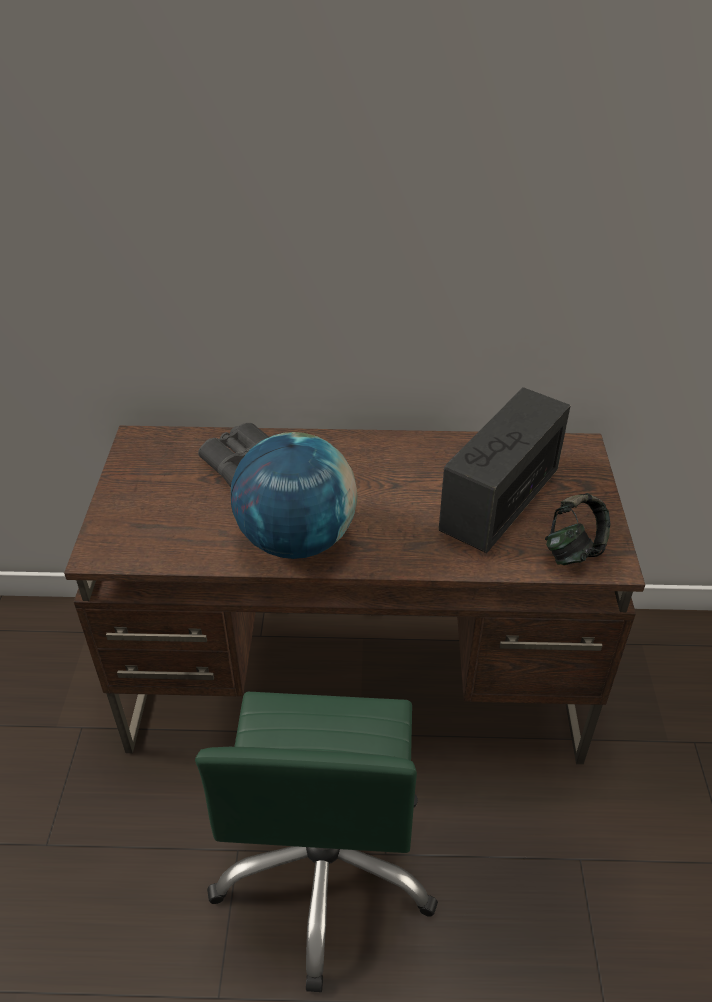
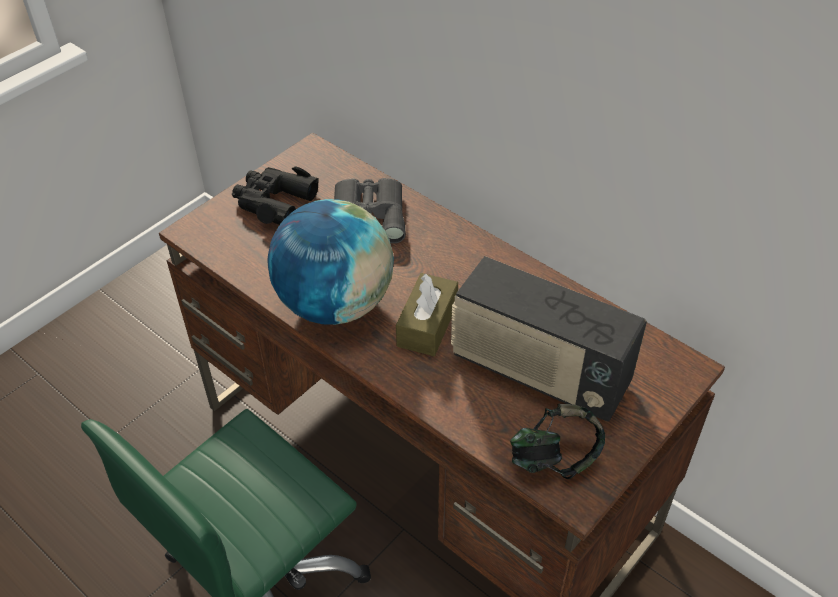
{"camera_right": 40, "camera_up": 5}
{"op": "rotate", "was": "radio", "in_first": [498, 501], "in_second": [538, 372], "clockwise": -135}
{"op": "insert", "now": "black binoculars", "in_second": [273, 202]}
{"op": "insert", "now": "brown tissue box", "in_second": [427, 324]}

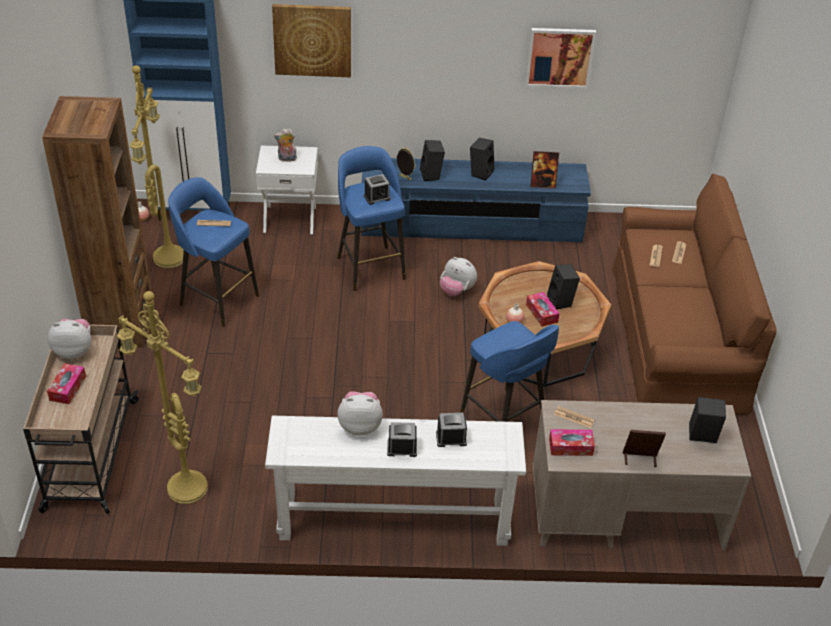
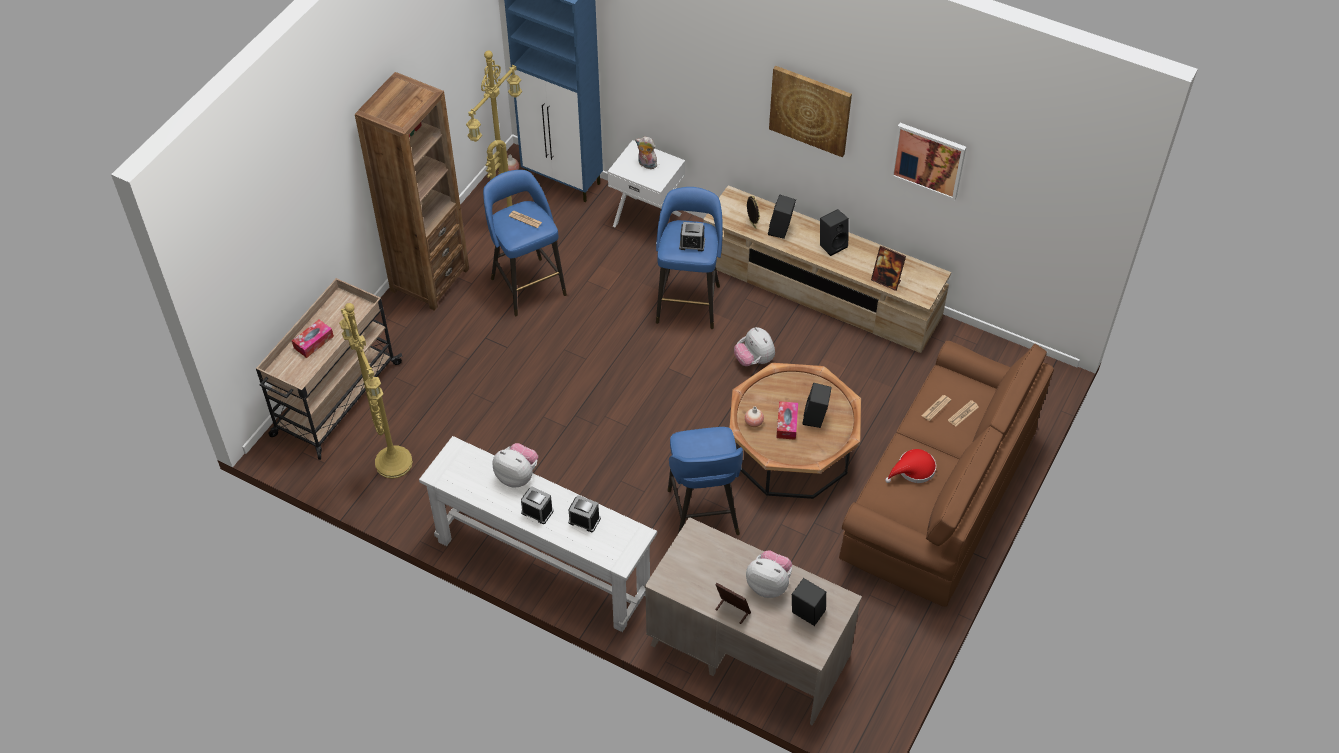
{"camera_right": 30, "camera_up": 10}
{"op": "move", "was": "plush toy", "in_first": [74, 351], "in_second": [769, 584]}
{"op": "move", "was": "picture", "in_first": [312, 40], "in_second": [810, 110]}
{"op": "recolor", "was": "blue tv stand", "now": "beige tv stand", "in_first": [471, 225], "in_second": [820, 291]}
{"op": "delete", "was": "tissue box", "in_first": [570, 447]}
{"op": "delete", "was": "newspaper", "in_first": [574, 417]}
{"op": "insert", "now": "red hat", "in_second": [913, 470]}

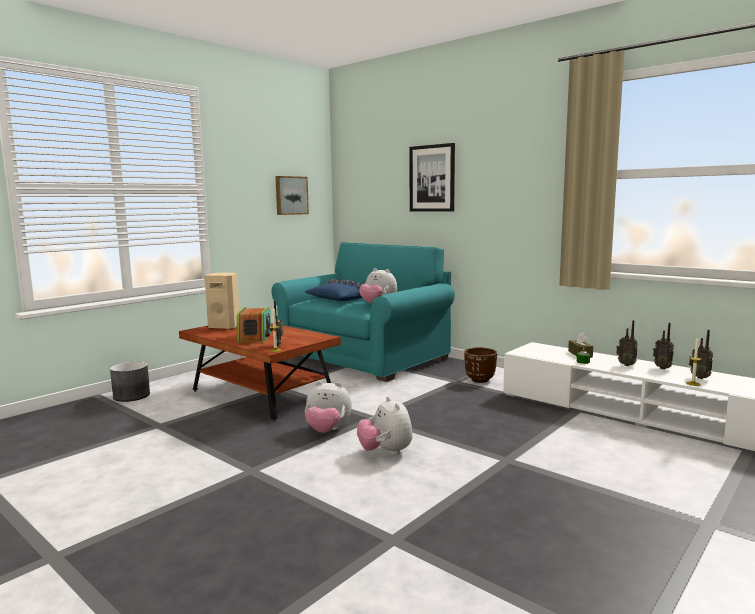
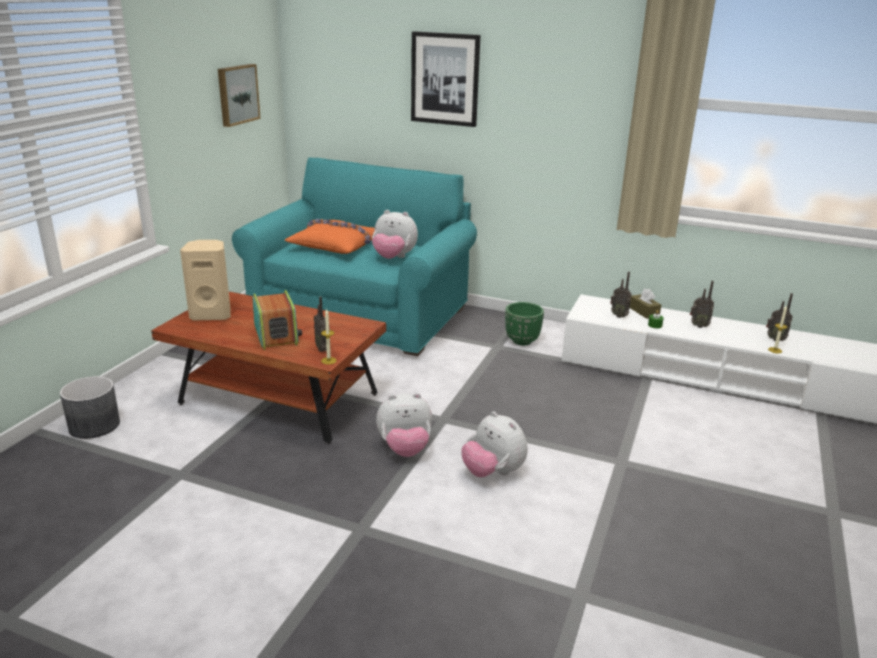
{"camera_right": -20, "camera_up": 15}
{"op": "recolor", "was": "blue pillow", "now": "orange pillow", "in_first": [343, 298], "in_second": [337, 245]}
{"op": "recolor", "was": "brown planter", "now": "green planter", "in_first": [479, 380], "in_second": [521, 341]}
{"op": "move", "was": "radio", "in_first": [662, 368], "in_second": [619, 316]}

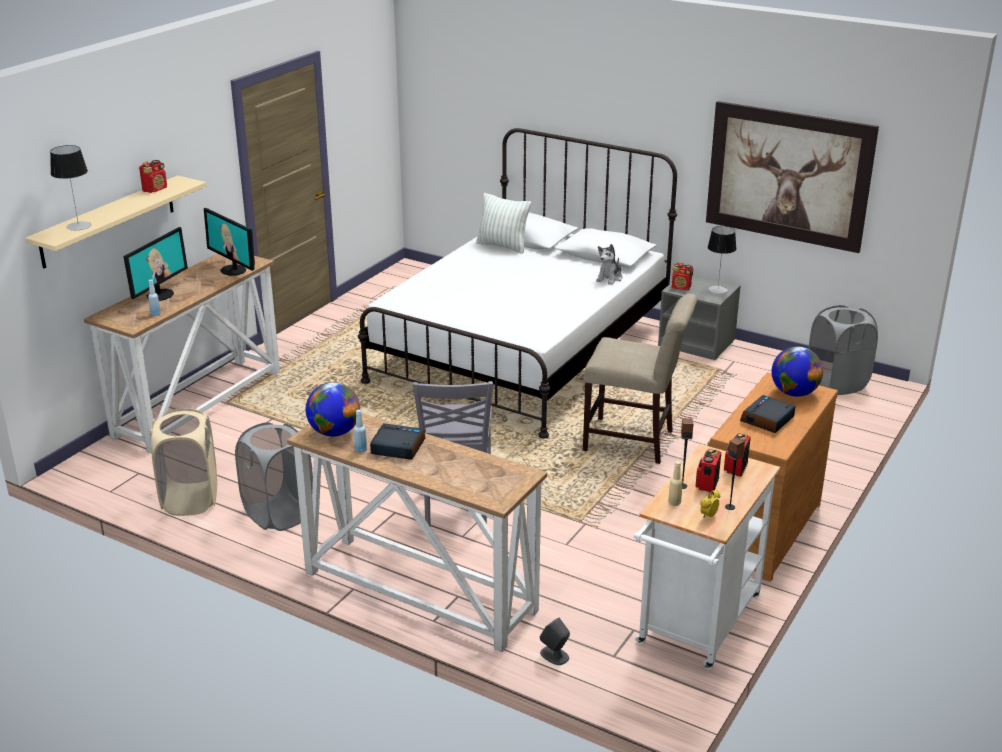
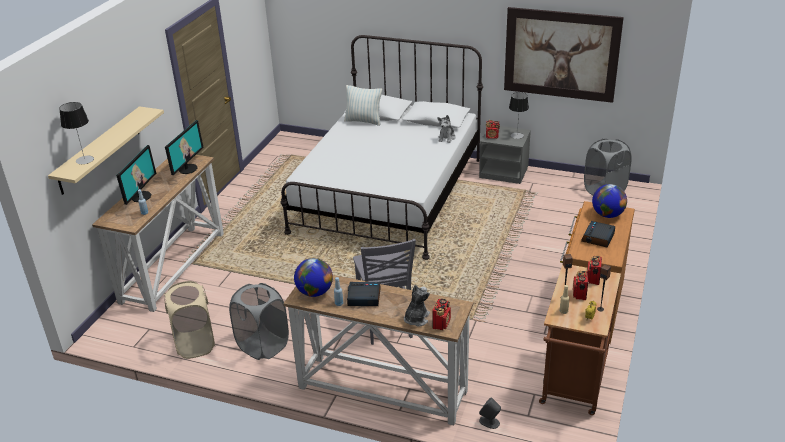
{"camera_right": -10, "camera_up": 5}
{"op": "move", "was": "radio", "in_first": [155, 189], "in_second": [441, 323]}
{"op": "rotate", "was": "monitor", "in_first": [234, 270], "in_second": [187, 169], "clockwise": -105}
{"op": "delete", "was": "beige chair", "in_first": [634, 442]}
{"op": "recolor", "was": "white cart", "now": "brown cart", "in_first": [696, 626], "in_second": [573, 384]}
{"op": "insert", "now": "plush toy", "in_second": [416, 319]}

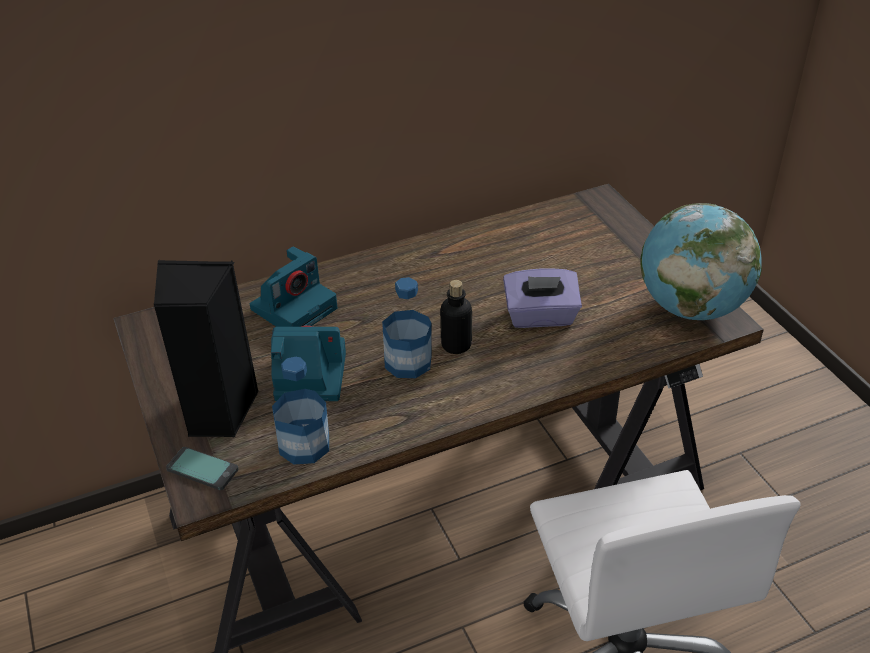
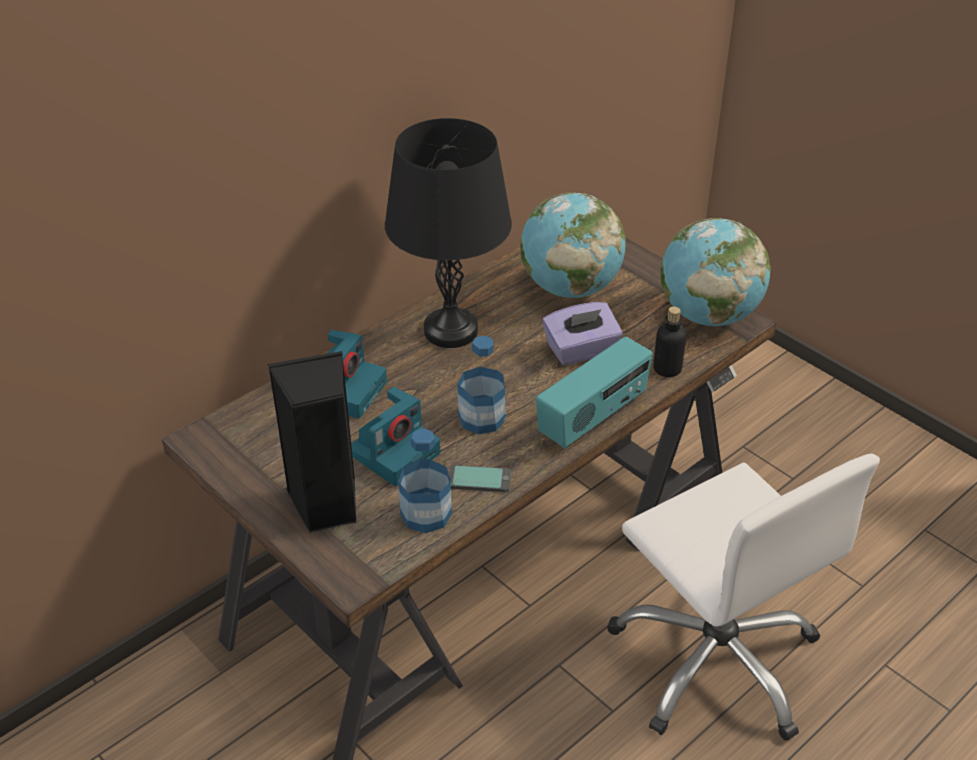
{"camera_right": -20, "camera_up": 0}
{"op": "move", "was": "phone", "in_first": [203, 469], "in_second": [479, 479]}
{"op": "rotate", "was": "photo camera", "in_first": [308, 376], "in_second": [394, 451], "clockwise": 150}
{"op": "move", "was": "bottle", "in_first": [456, 345], "in_second": [667, 369]}
{"op": "insert", "now": "black table lamp", "in_second": [450, 331]}
{"op": "insert", "now": "globe", "in_second": [570, 288]}
{"op": "insert", "now": "radio", "in_second": [593, 418]}

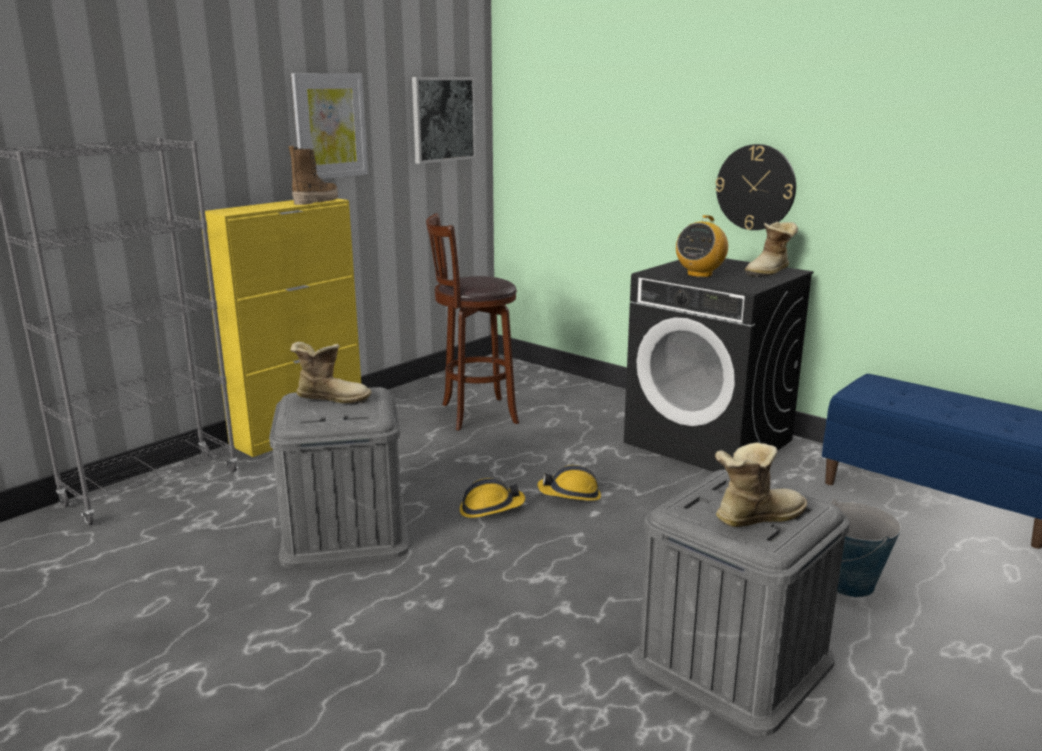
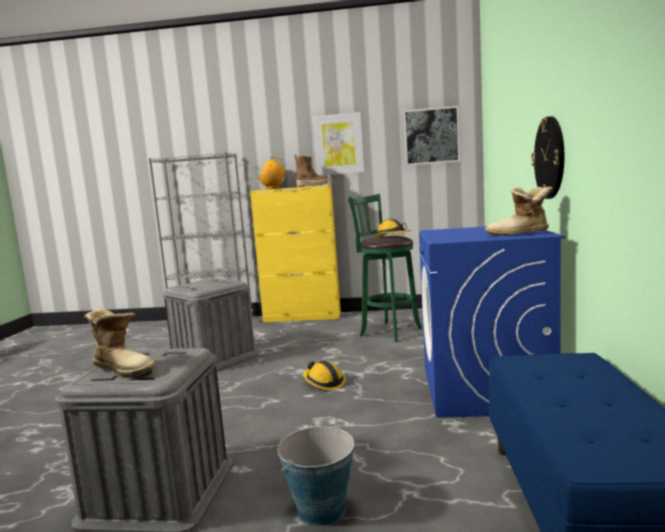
{"camera_right": 55, "camera_up": -10}
{"op": "delete", "was": "boot", "in_first": [332, 398]}
{"op": "recolor", "was": "brown stool", "now": "green stool", "in_first": [474, 414], "in_second": [388, 331]}
{"op": "move", "was": "hard hat", "in_first": [490, 508], "in_second": [392, 237]}
{"op": "recolor", "was": "black washing machine", "now": "blue washing machine", "in_first": [709, 441], "in_second": [485, 390]}
{"op": "move", "was": "radio", "in_first": [699, 274], "in_second": [273, 188]}

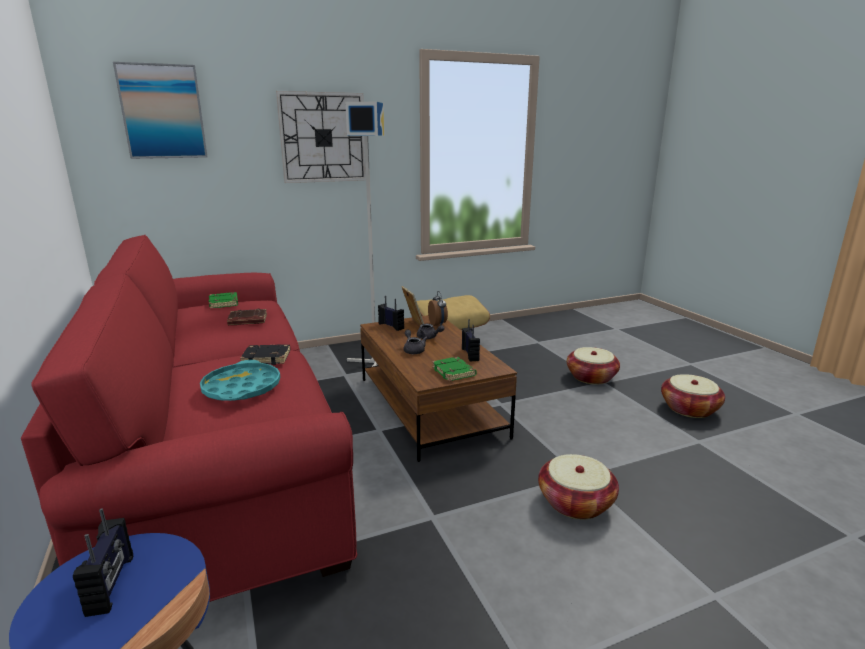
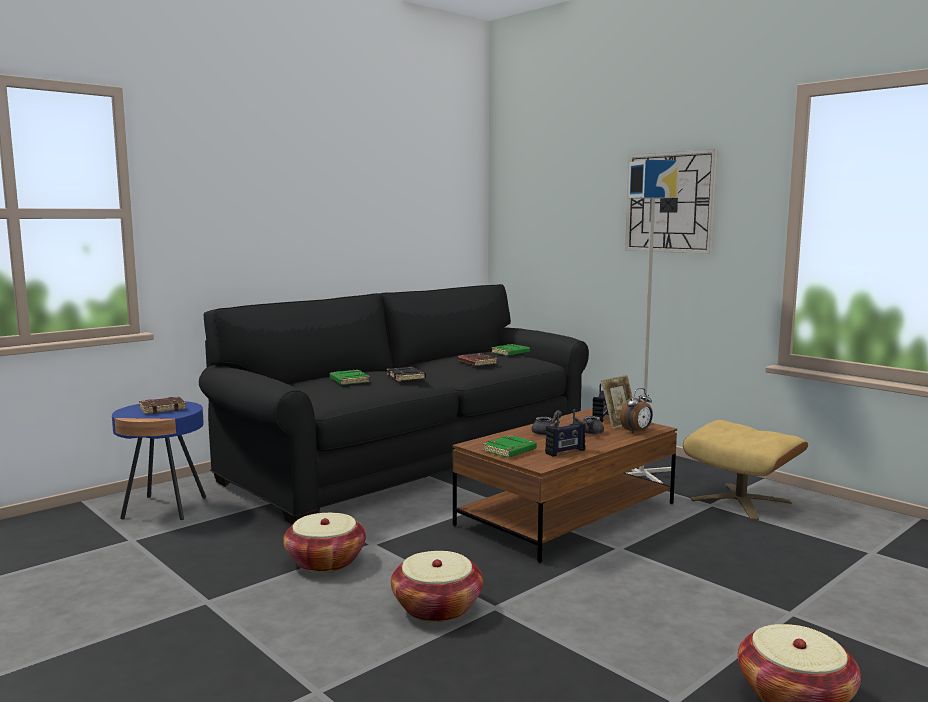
{"camera_right": 70, "camera_up": -10}
{"op": "recolor", "was": "red sofa", "now": "black sofa", "in_first": [221, 451], "in_second": [411, 460]}
{"op": "replace", "was": "radio", "now": "brown book", "in_first": [112, 584], "in_second": [163, 409]}
{"op": "delete", "was": "picture", "in_first": [162, 112]}
{"op": "replace", "was": "turquoise tray", "now": "green book", "in_first": [241, 388], "in_second": [348, 381]}
{"op": "move", "was": "basket", "in_first": [591, 377], "in_second": [325, 561]}

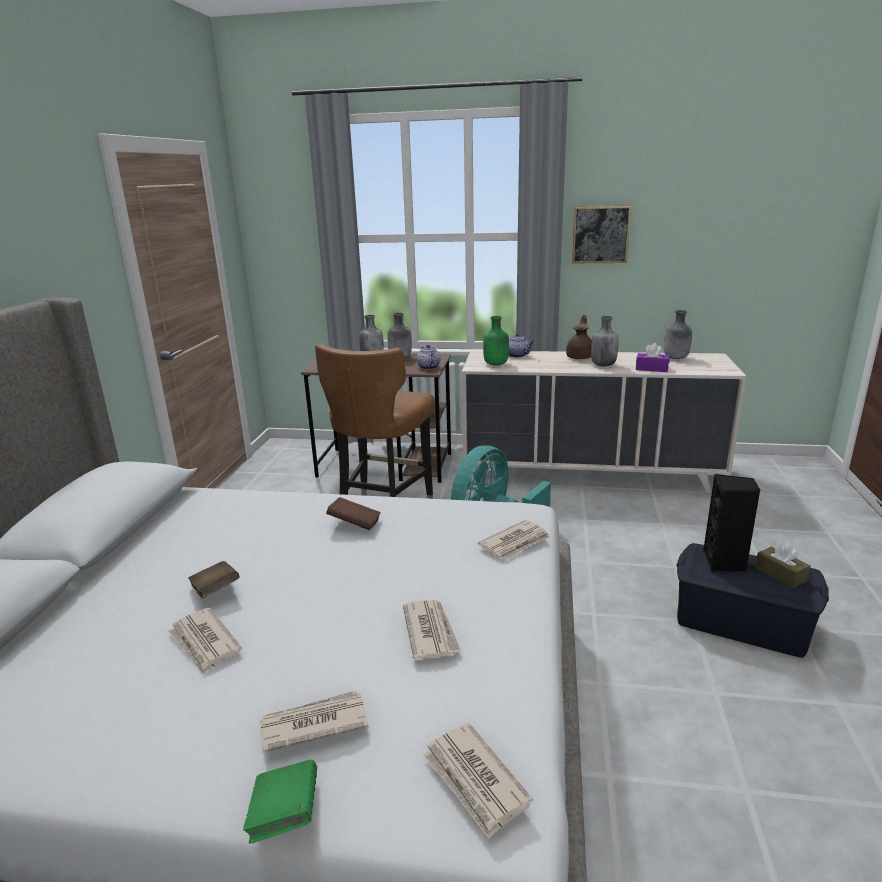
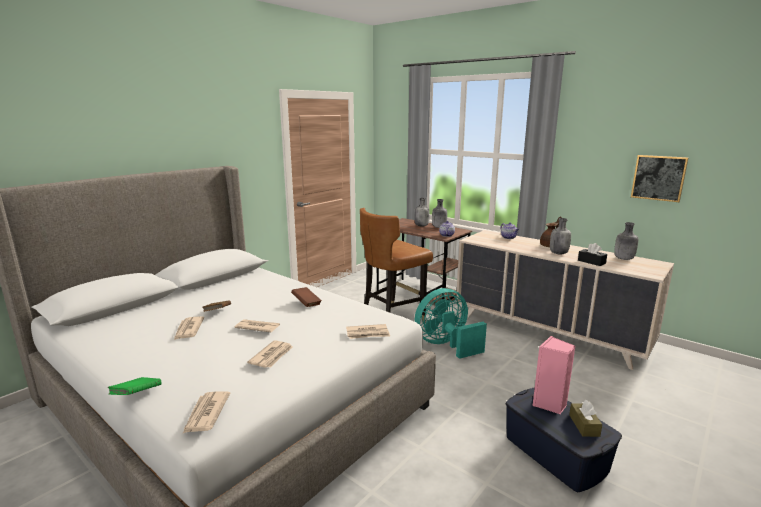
{"camera_right": 30, "camera_up": -5}
{"op": "move", "was": "newspaper", "in_first": [313, 724], "in_second": [257, 327]}
{"op": "delete", "was": "green bottle", "in_first": [496, 364]}
{"op": "move", "was": "picture", "in_first": [600, 234], "in_second": [658, 178]}
{"op": "recolor", "was": "purple tissue box", "now": "black tissue box", "in_first": [651, 369], "in_second": [591, 262]}
{"op": "recolor", "was": "black speaker", "now": "pink speaker", "in_first": [724, 563], "in_second": [550, 404]}

